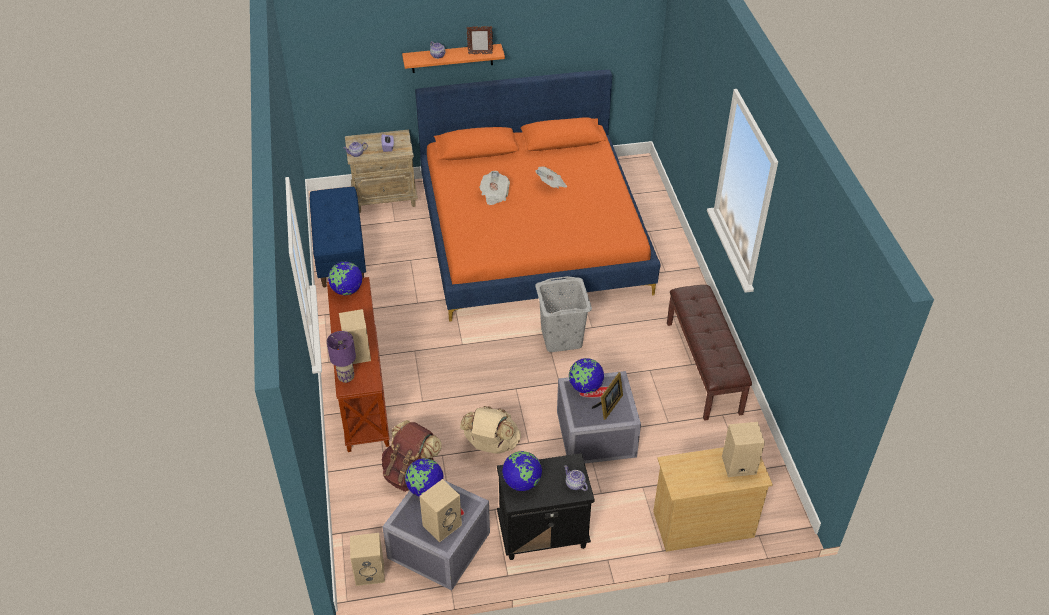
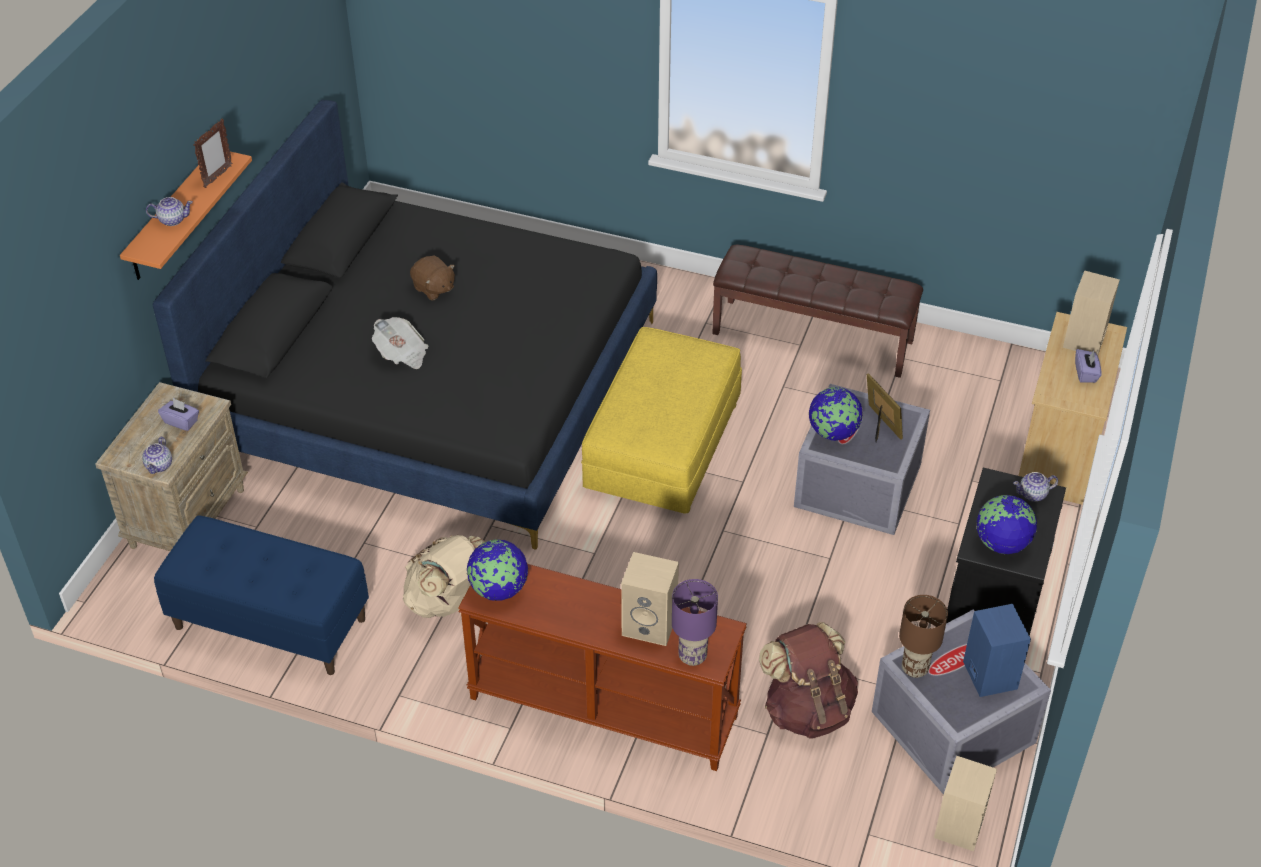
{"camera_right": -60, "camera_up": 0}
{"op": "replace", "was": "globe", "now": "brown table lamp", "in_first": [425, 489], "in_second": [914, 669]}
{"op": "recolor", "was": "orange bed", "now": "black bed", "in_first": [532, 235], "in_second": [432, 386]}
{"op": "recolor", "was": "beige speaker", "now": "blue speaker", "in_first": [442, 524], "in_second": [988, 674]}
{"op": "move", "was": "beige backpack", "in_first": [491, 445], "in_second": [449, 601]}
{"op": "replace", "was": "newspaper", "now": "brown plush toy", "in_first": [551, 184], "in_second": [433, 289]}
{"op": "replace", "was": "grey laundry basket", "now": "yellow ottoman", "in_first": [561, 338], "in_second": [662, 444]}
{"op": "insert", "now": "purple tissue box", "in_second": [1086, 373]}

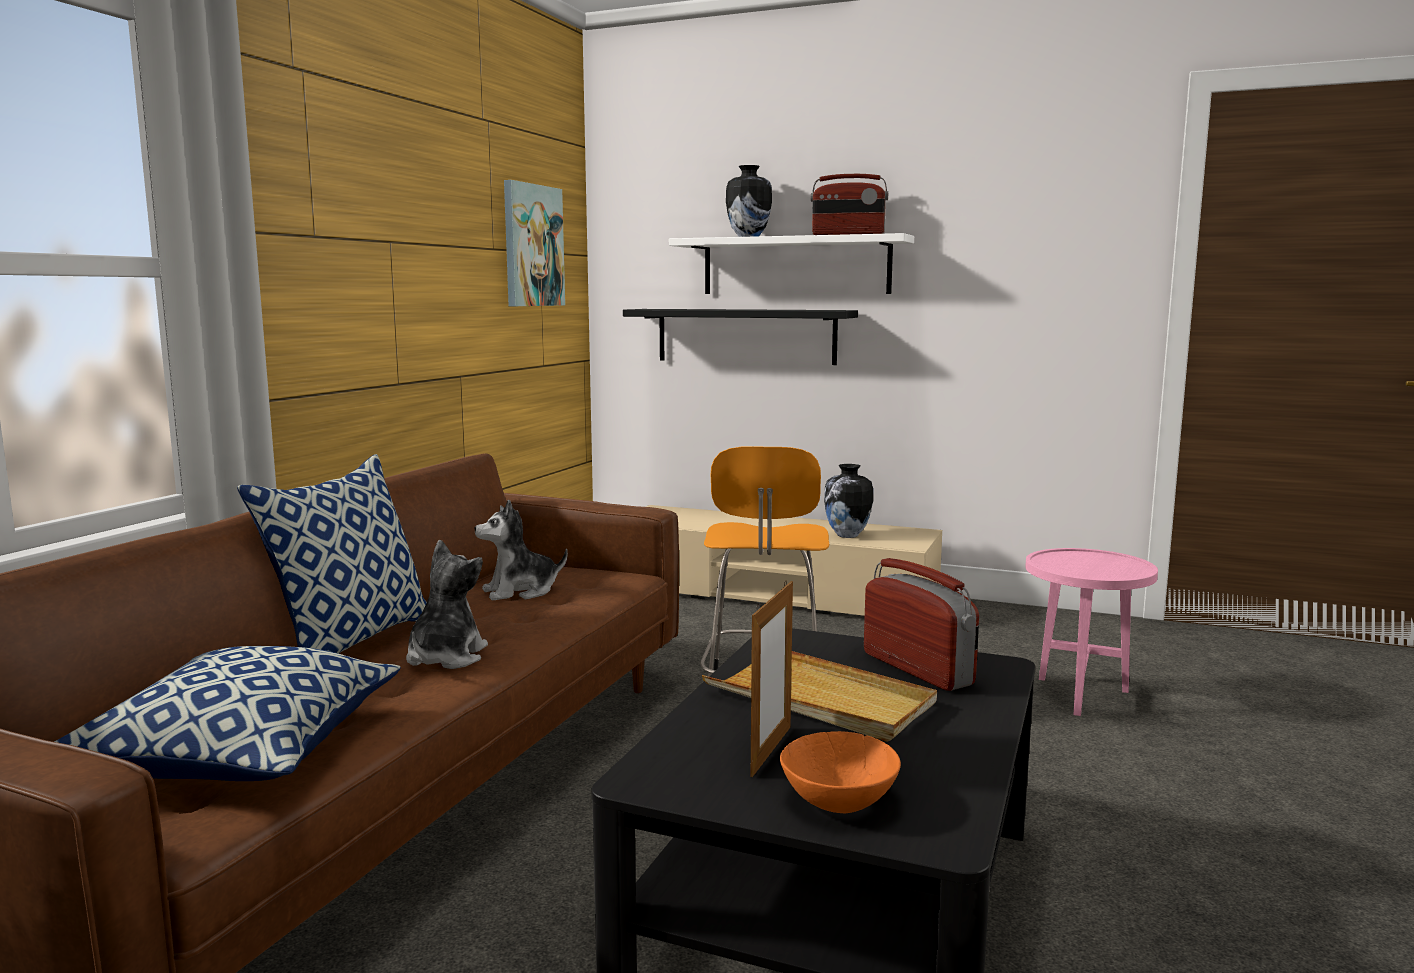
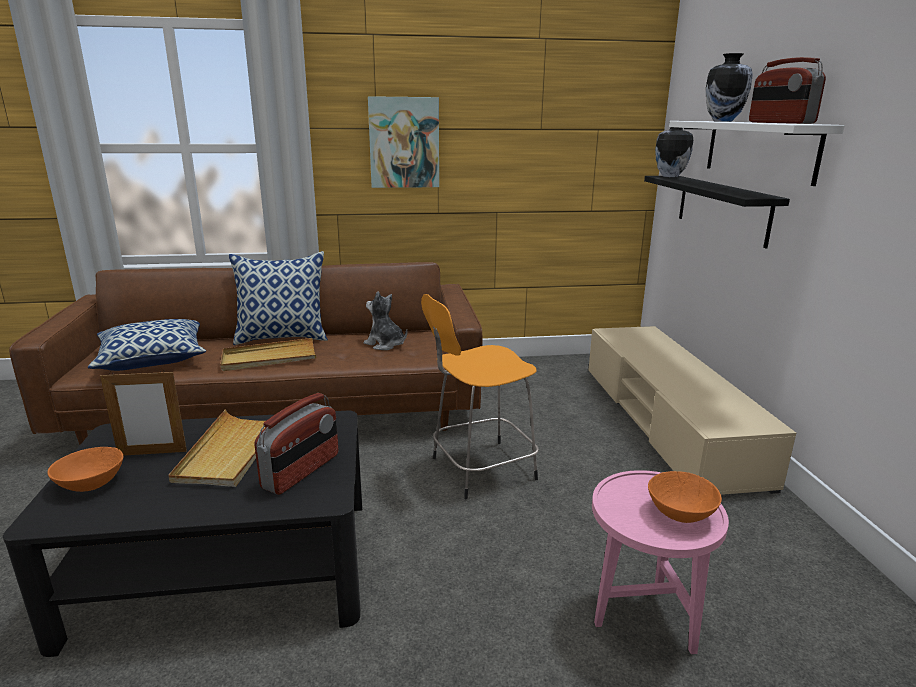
{"camera_right": 60, "camera_up": 10}
{"op": "replace", "was": "plush toy", "now": "beige tray", "in_first": [445, 658], "in_second": [269, 358]}
{"op": "move", "was": "picture", "in_first": [532, 246], "in_second": [404, 143]}
{"op": "move", "was": "vase", "in_first": [847, 535], "in_second": [669, 176]}
{"op": "insert", "now": "orange bowl", "in_second": [681, 512]}

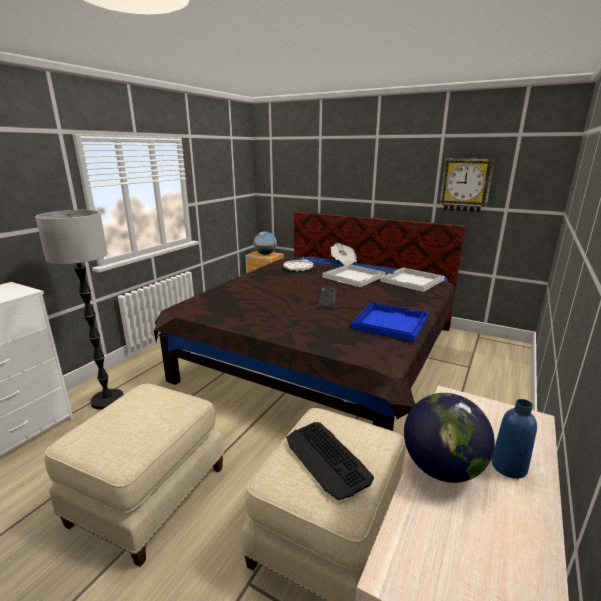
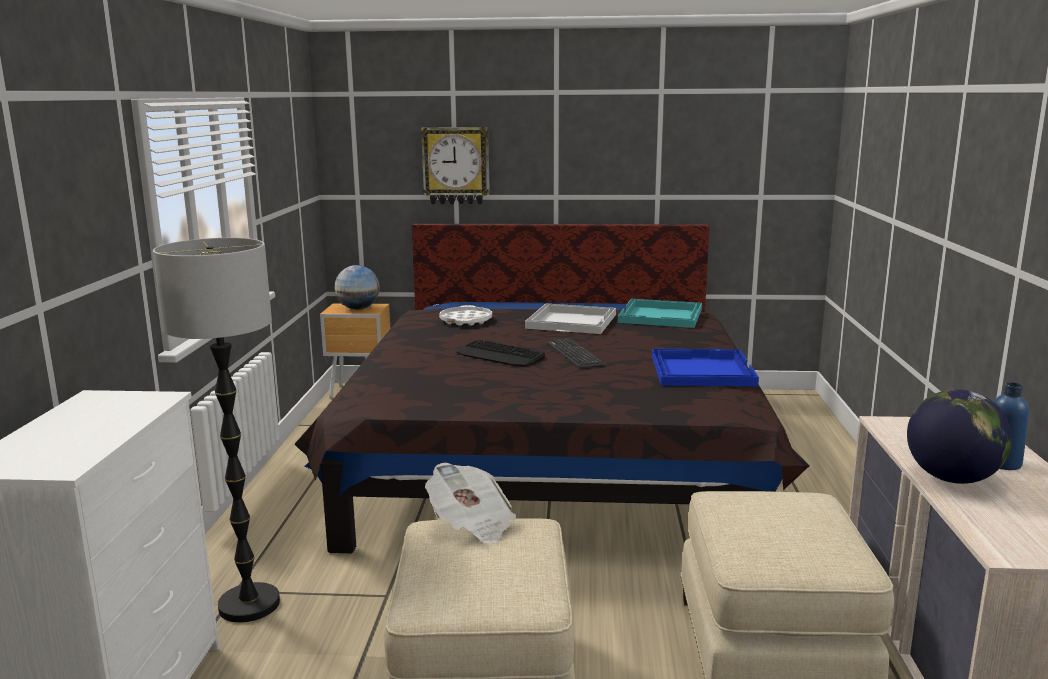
{"camera_right": -25, "camera_up": -5}
{"op": "move", "was": "keyboard", "in_first": [327, 459], "in_second": [500, 355]}
{"op": "move", "was": "newspaper", "in_first": [343, 261], "in_second": [472, 524]}
{"op": "recolor", "was": "white tray", "now": "turquoise tray", "in_first": [412, 281], "in_second": [661, 316]}
{"op": "move", "was": "wall clock", "in_first": [465, 185], "in_second": [456, 165]}

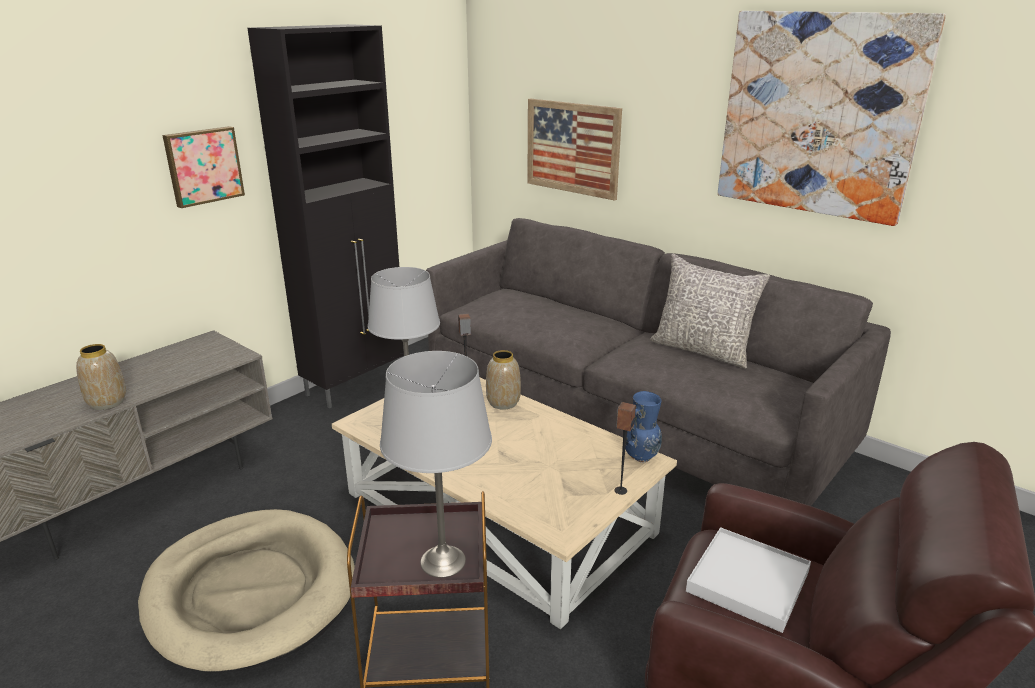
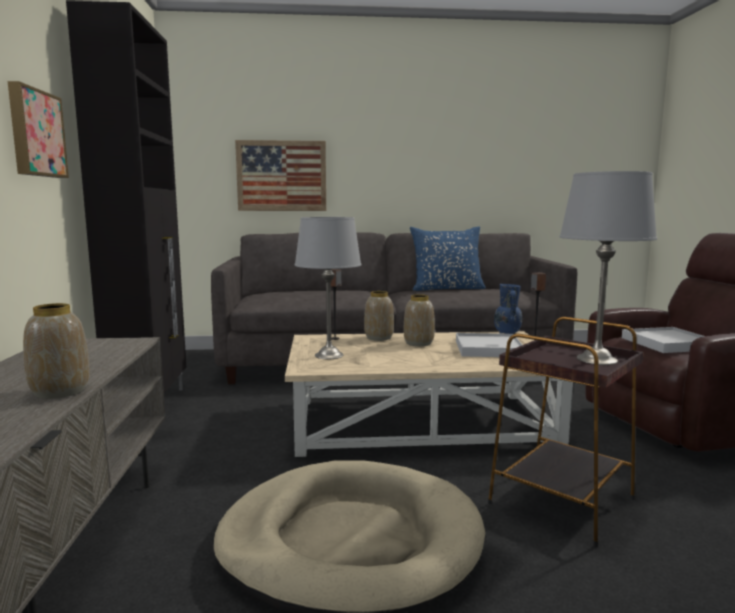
{"camera_right": -45, "camera_up": -15}
{"op": "recolor", "was": "grey pillow", "now": "blue pillow", "in_first": [702, 350], "in_second": [446, 289]}
{"op": "delete", "was": "picture", "in_first": [818, 115]}
{"op": "insert", "now": "vase", "in_second": [418, 343]}
{"op": "insert", "now": "white tray", "in_second": [488, 349]}

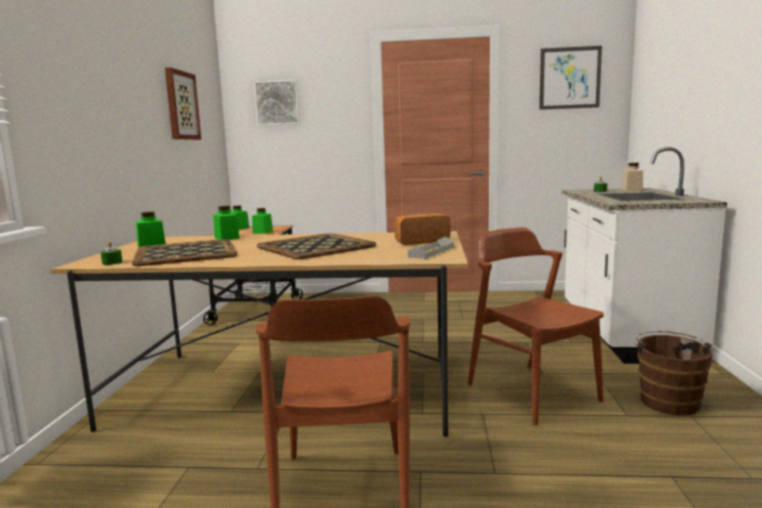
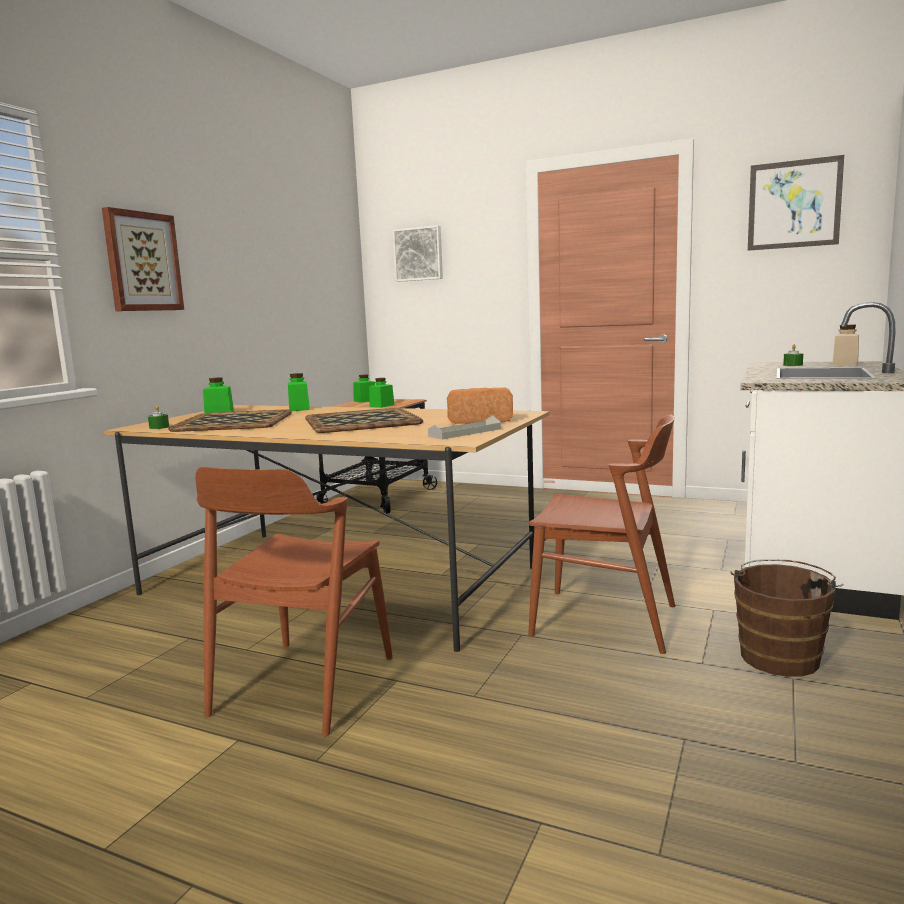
{"camera_right": 20, "camera_up": 0}
{"op": "move", "was": "picture", "in_first": [181, 105], "in_second": [142, 262]}
{"op": "rotate", "was": "brown chair", "in_first": [532, 392], "in_second": [605, 620], "clockwise": 120}

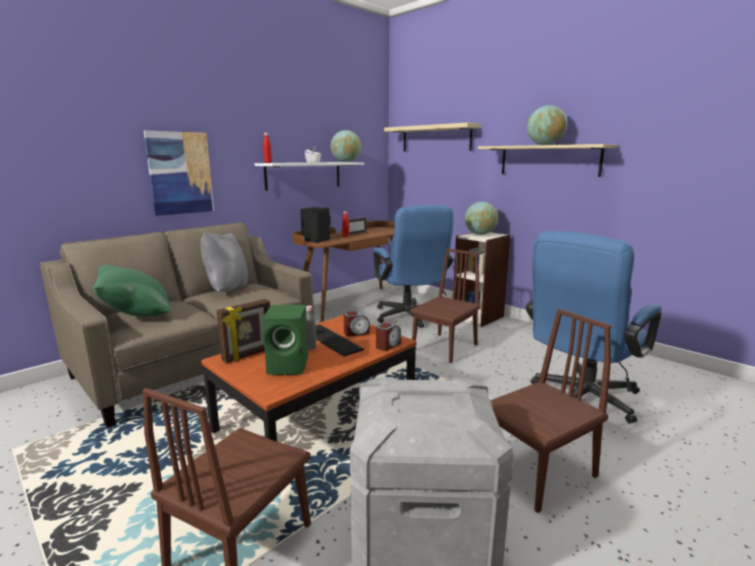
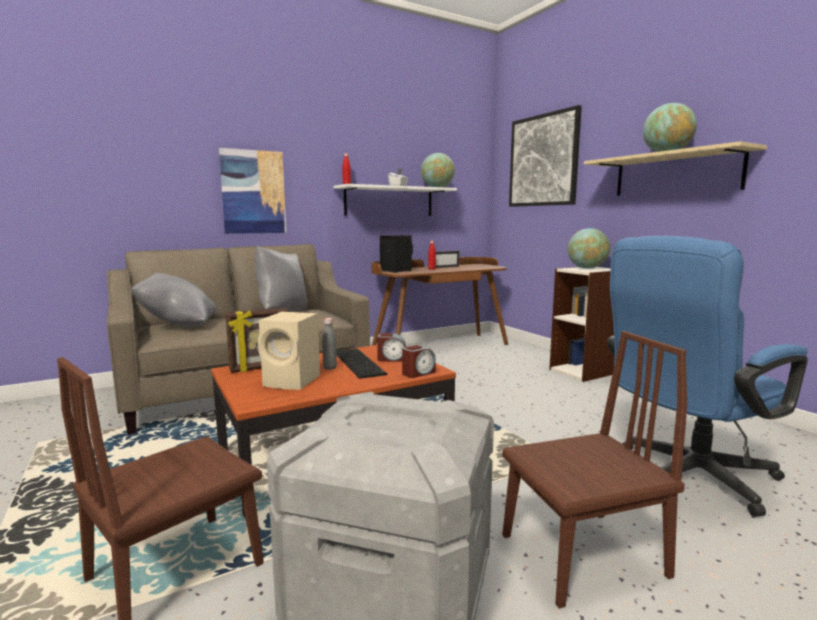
{"camera_right": 15, "camera_up": -5}
{"op": "recolor", "was": "green pillow", "now": "grey pillow", "in_first": [137, 315], "in_second": [178, 325]}
{"op": "recolor", "was": "green speaker", "now": "beige speaker", "in_first": [289, 365], "in_second": [293, 381]}
{"op": "delete", "was": "blue office chair", "in_first": [409, 318]}
{"op": "replace", "was": "beige shelf", "now": "picture", "in_first": [436, 138], "in_second": [543, 160]}
{"op": "delete", "was": "brown chair", "in_first": [444, 347]}

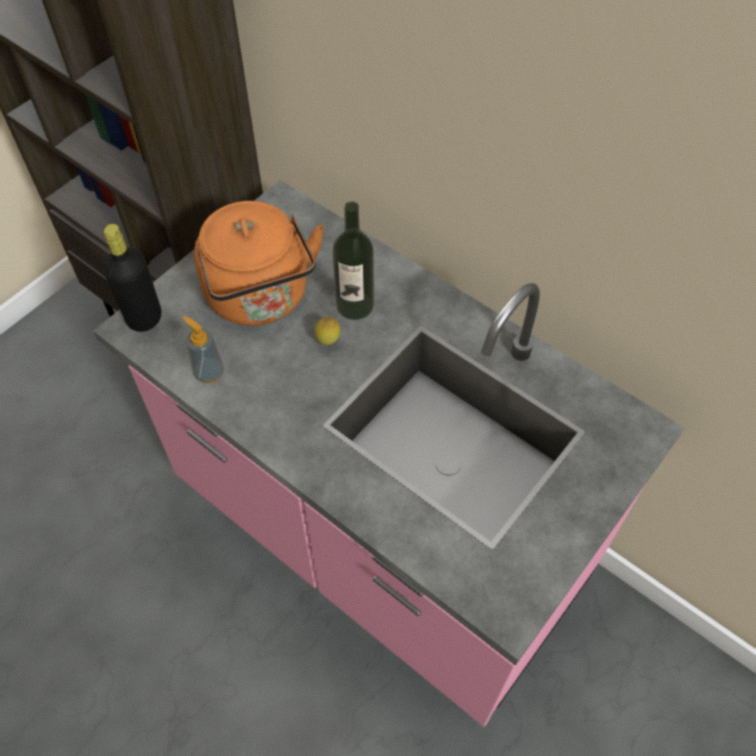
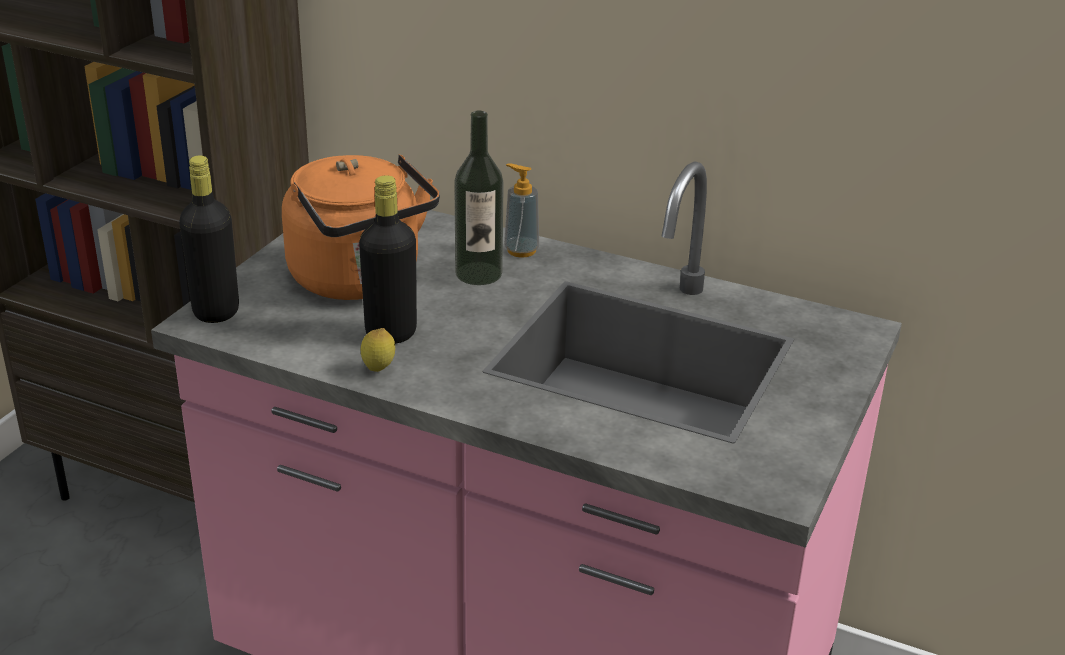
{"camera_right": -15, "camera_up": -25}
{"op": "move", "was": "soap dispenser", "in_first": [209, 373], "in_second": [521, 250]}
{"op": "move", "was": "lemon", "in_first": [328, 342], "in_second": [379, 370]}
{"op": "insert", "now": "black bottle", "in_second": [391, 333]}

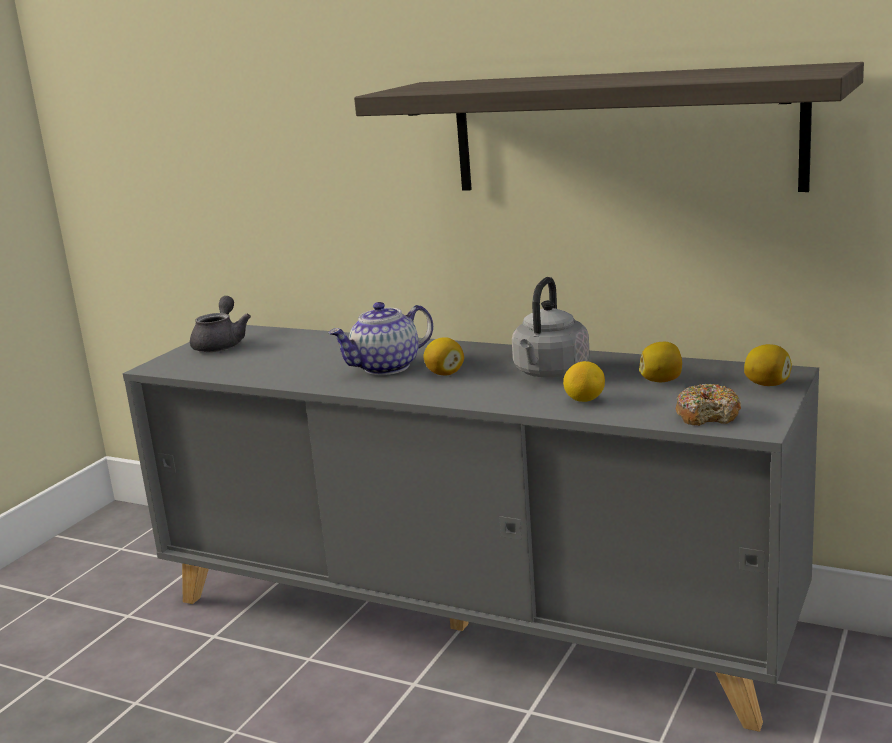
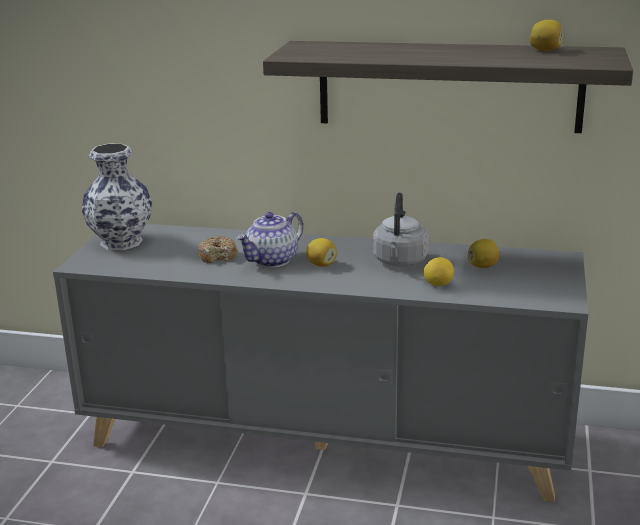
{"camera_right": -15, "camera_up": 5}
{"op": "replace", "was": "grey teapot", "now": "vase", "in_first": [221, 344], "in_second": [120, 242]}
{"op": "move", "was": "donut", "in_first": [708, 415], "in_second": [218, 256]}
{"op": "move", "was": "lemon", "in_first": [767, 384], "in_second": [545, 50]}

